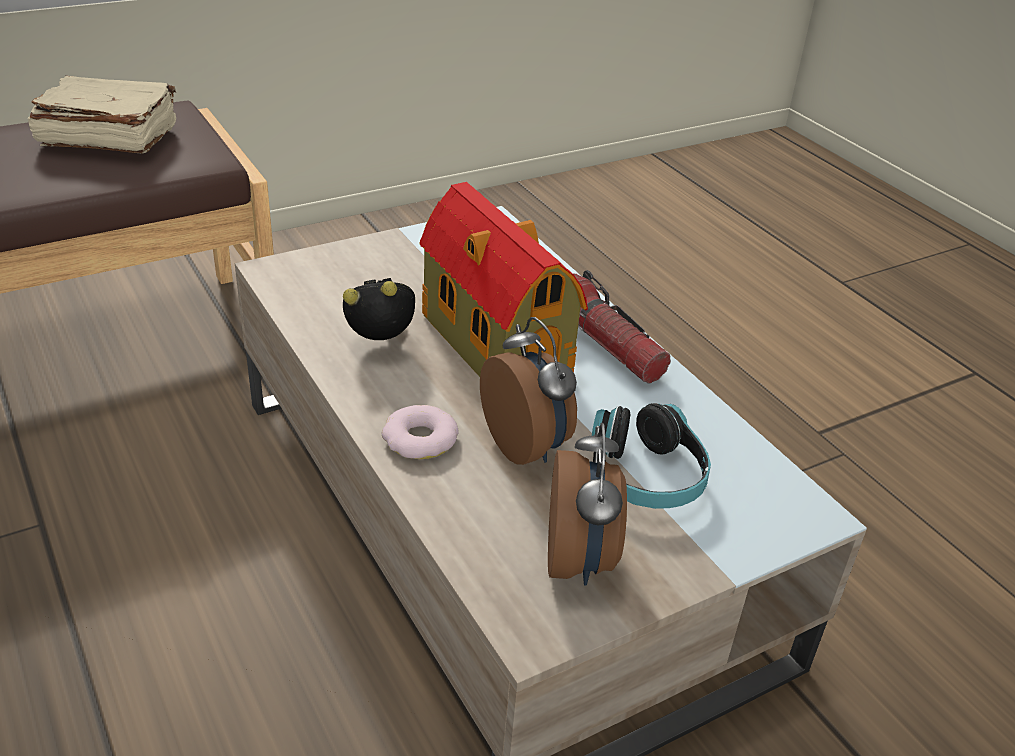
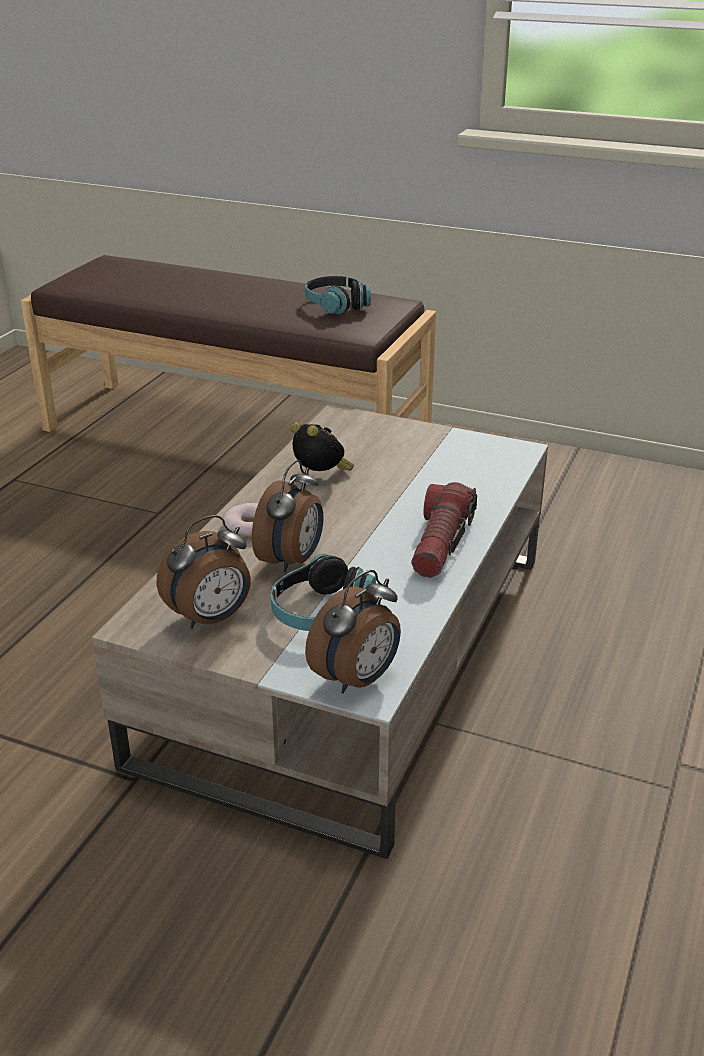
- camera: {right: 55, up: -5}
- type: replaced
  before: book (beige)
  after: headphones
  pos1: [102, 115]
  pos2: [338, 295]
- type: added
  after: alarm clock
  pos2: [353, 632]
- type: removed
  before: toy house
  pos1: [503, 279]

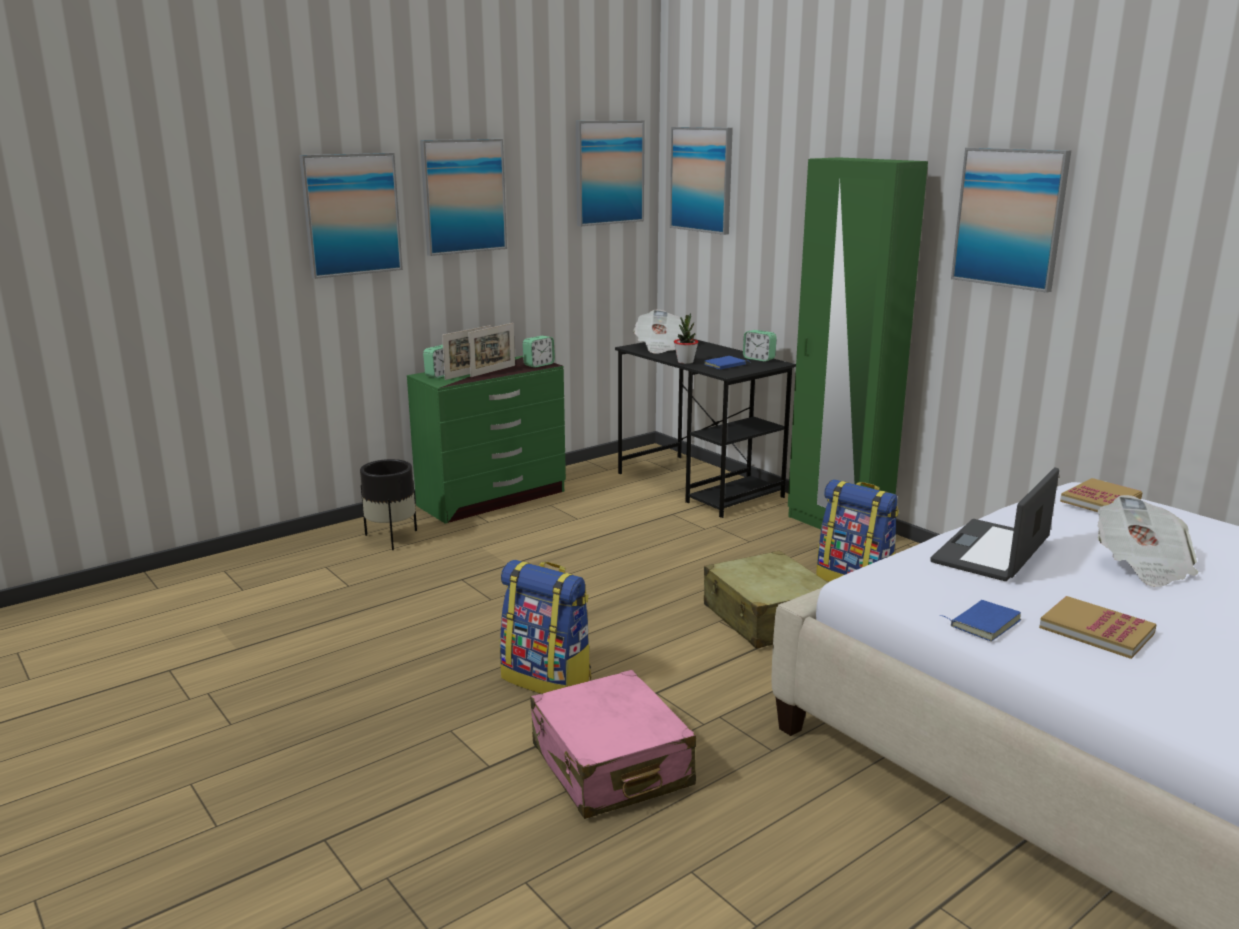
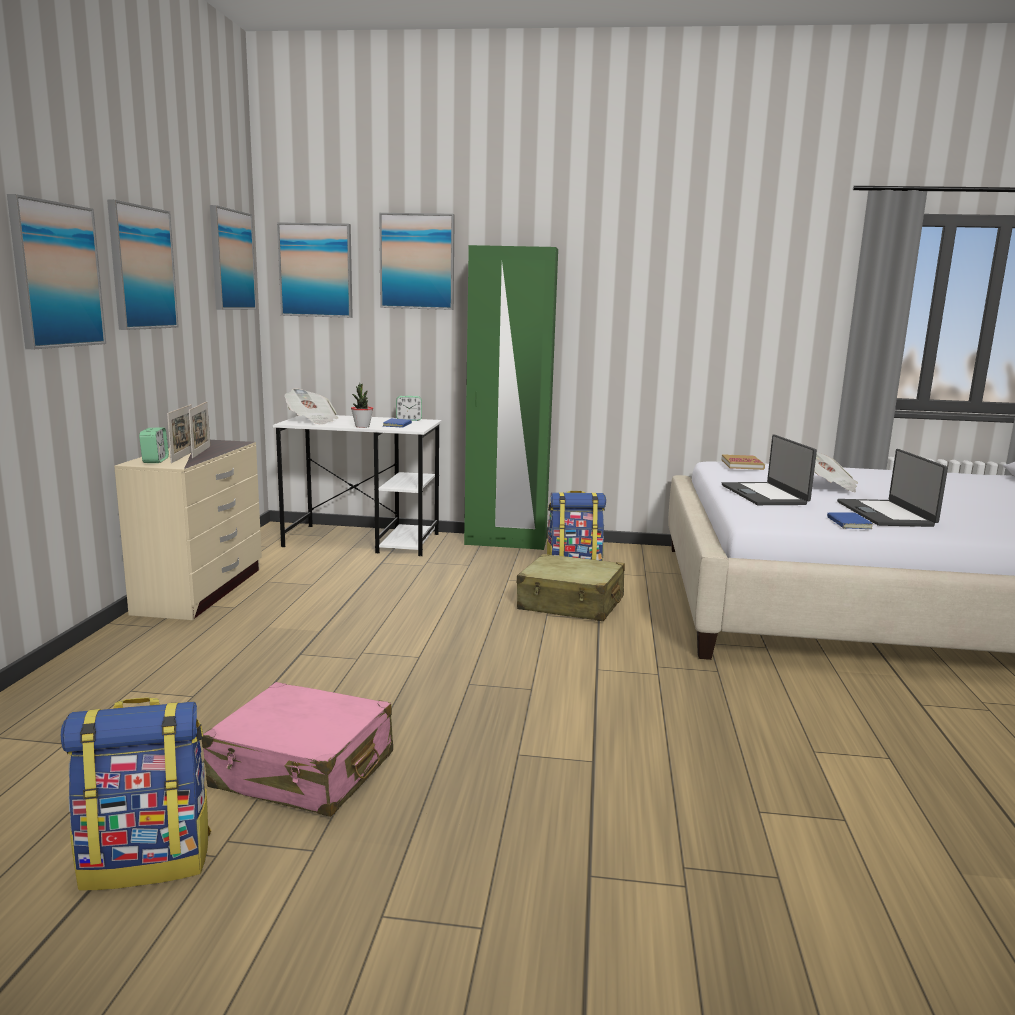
- camera: {right: -45, up: -5}
- type: moved
  before: backpack
  pos1: [545, 627]
  pos2: [136, 793]
- type: recoloured
  before: dresser (green)
  after: dresser (beige)
  pos1: [486, 440]
  pos2: [188, 530]
- type: moved
  before: suitcase (pink)
  pos1: [613, 744]
  pos2: [297, 749]
- type: recoloured
  before: desk (black)
  after: desk (white)
  pos1: [705, 428]
  pos2: [357, 485]
- type: moved
  before: picture
  pos1: [1011, 220]
  pos2: [417, 261]
- type: replaced
  before: book
  after: laptop
  pos1: [1097, 627]
  pos2: [892, 488]
- type: removed
  before: planter (black)
  pos1: [388, 504]
- type: removed
  before: alarm clock
  pos1: [539, 352]

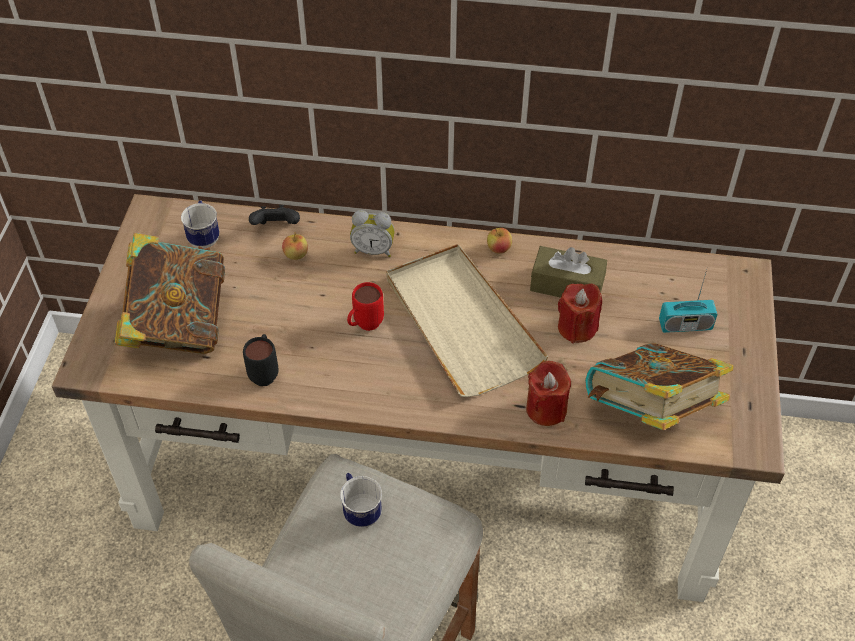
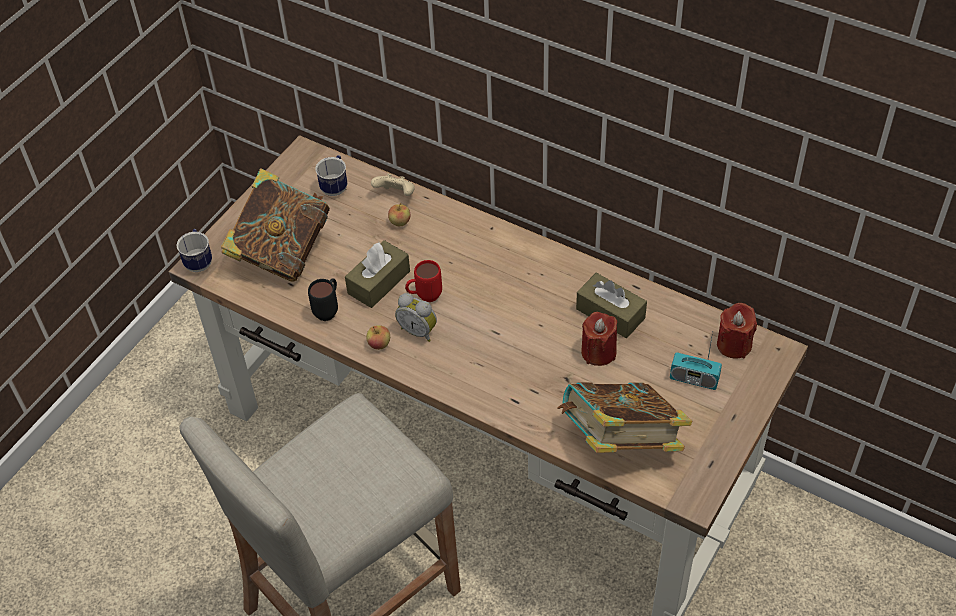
- camera: {right: 25, up: 0}
- type: moved
  before: mug
  pos1: [361, 500]
  pos2: [194, 250]
- type: added
  after: tissue box (brown)
  pos2: [377, 274]
- type: moved
  before: apple
  pos1: [499, 241]
  pos2: [378, 337]
- type: recoloured
  before: game controller (black)
  after: game controller (beige)
  pos1: [274, 215]
  pos2: [393, 185]
- type: moved
  before: alarm clock
  pos1: [372, 233]
  pos2: [416, 317]
- type: moved
  before: candle (red)
  pos1: [548, 393]
  pos2: [737, 330]
- type: removed
  before: tray (beige)
  pos1: [467, 320]

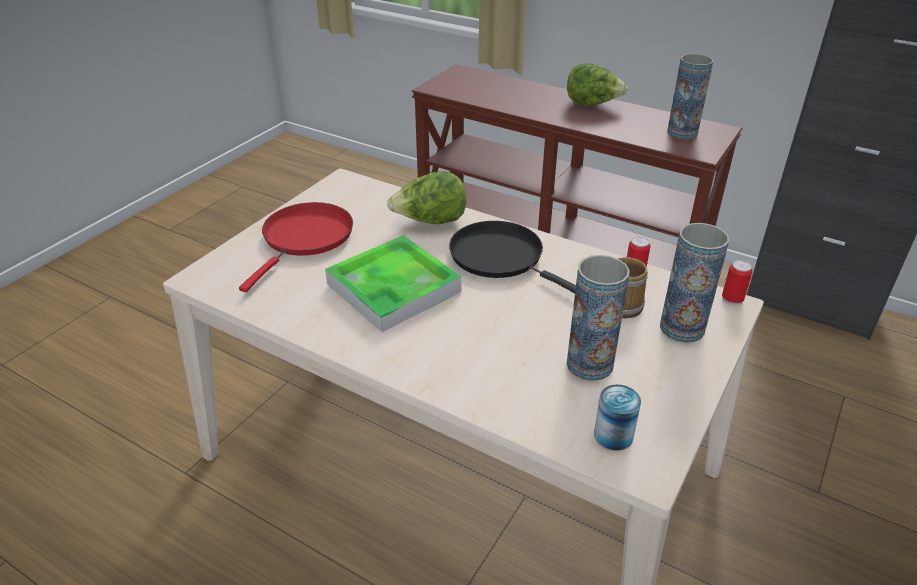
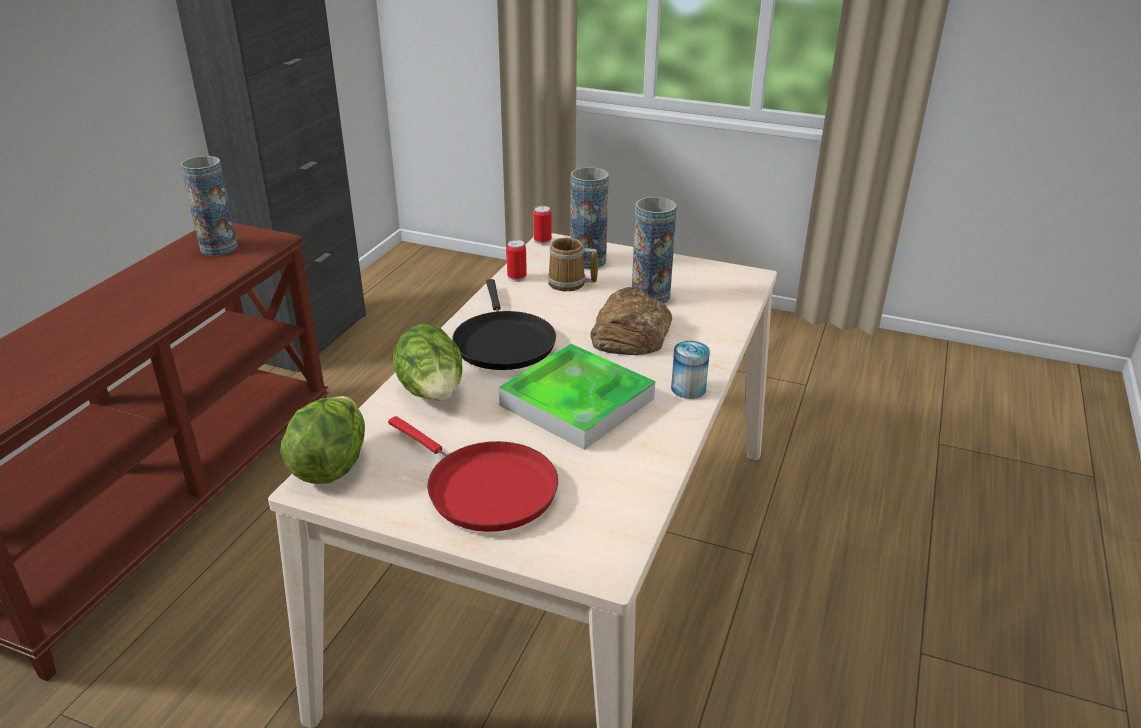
- camera: {right: -100, up: -5}
- type: moved
  before: lettuce
  pos1: [597, 84]
  pos2: [322, 440]
- type: turned
  before: frying pan (red)
  pos1: [296, 247]
  pos2: [473, 474]
  turn: -150
- type: turned
  before: frying pan (black)
  pos1: [512, 257]
  pos2: [504, 324]
  turn: -45
- type: added
  after: bread
  pos2: [631, 321]
- type: moved
  before: can
  pos1: [617, 418]
  pos2: [690, 370]

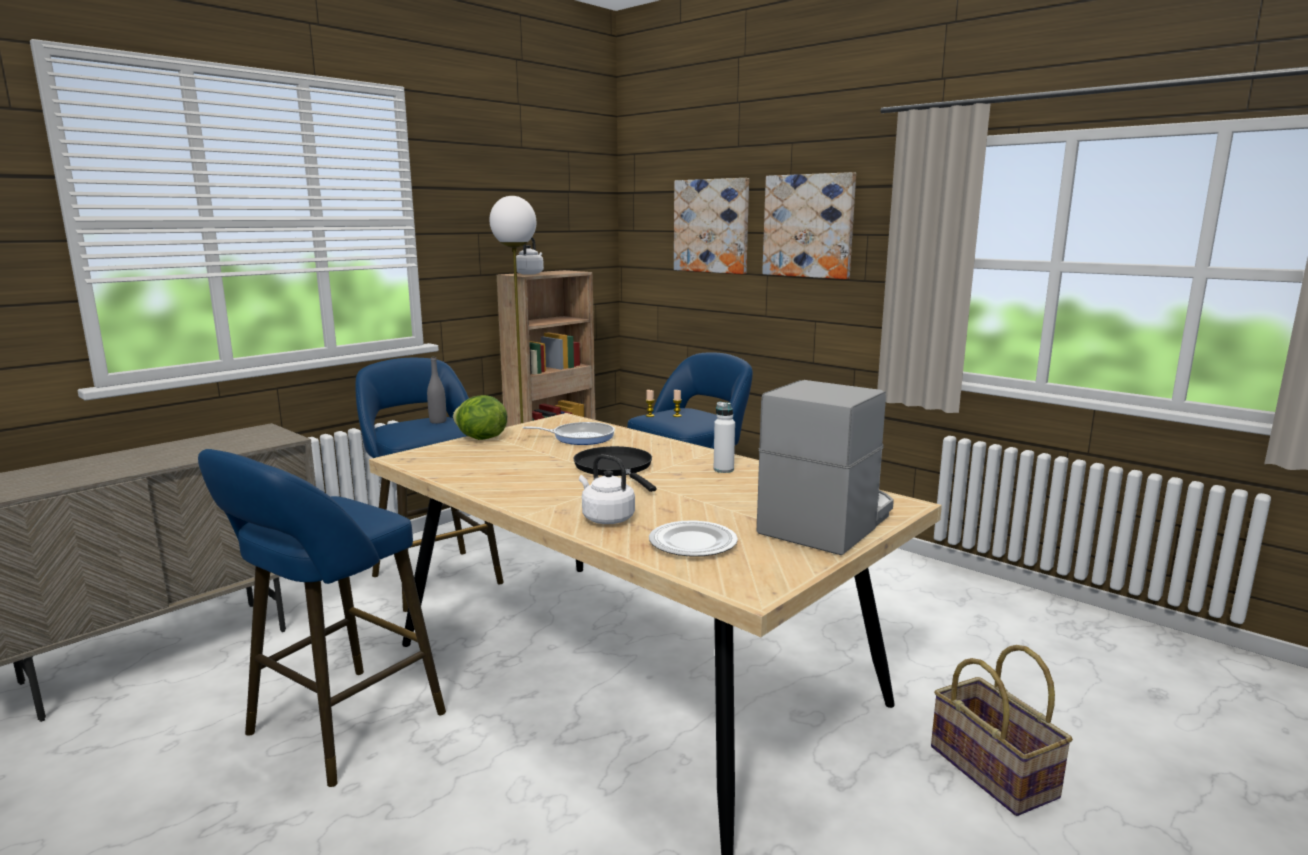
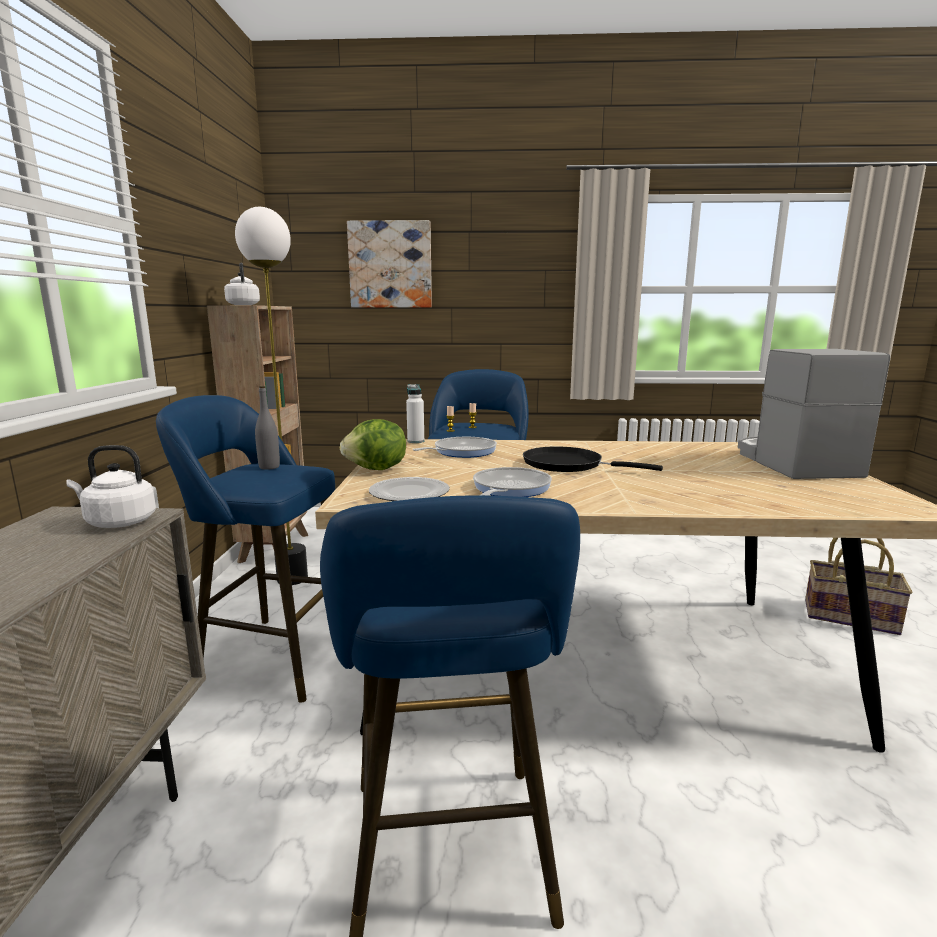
- camera: {right: -40, up: 0}
- type: moved
  before: kettle (white)
  pos1: [607, 489]
  pos2: [111, 486]
- type: moved
  before: plate
  pos1: [693, 539]
  pos2: [409, 489]
- type: moved
  before: bottle (white)
  pos1: [724, 437]
  pos2: [415, 413]
- type: added
  after: frying pan
  pos2: [512, 482]
- type: removed
  before: picture
  pos1: [809, 225]

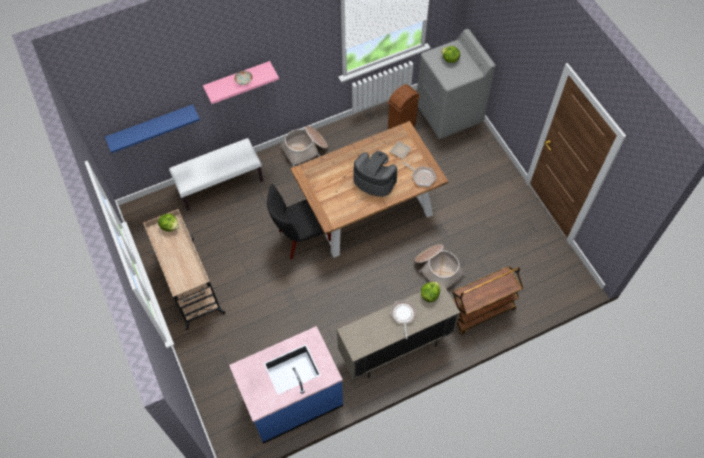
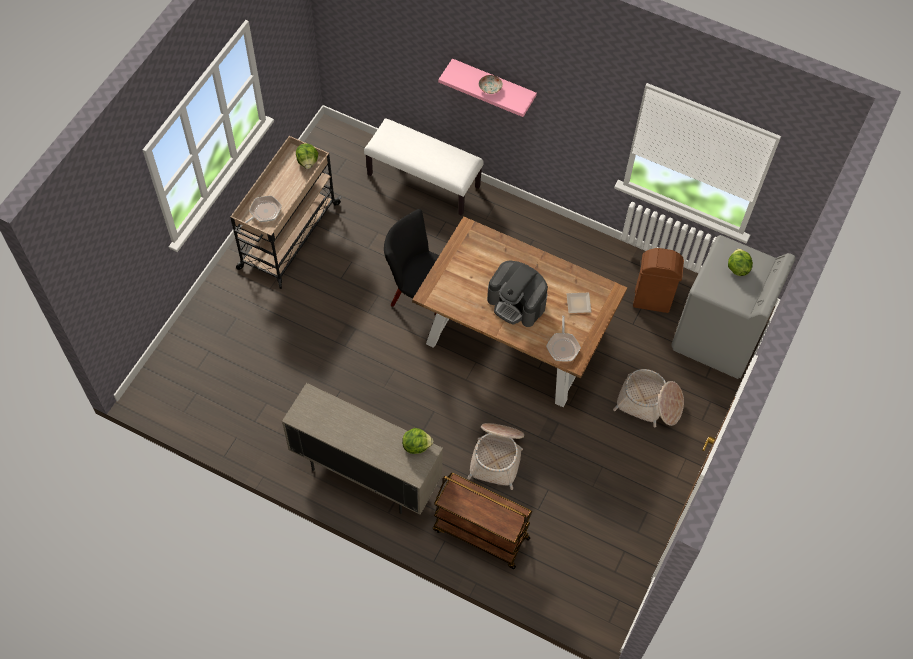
- camera: {right: 50, up: 0}
- type: moved
  before: frying pan
  pos1: [403, 319]
  pos2: [260, 212]
- type: turned
  before: coffee machine
  pos1: [375, 174]
  pos2: [517, 294]
  turn: 135
- type: moved
  before: basket
  pos1: [304, 146]
  pos2: [648, 398]
- type: removed
  before: shelf (blue)
  pos1: [152, 128]
- type: removed
  before: counter (blue)
  pos1: [286, 385]

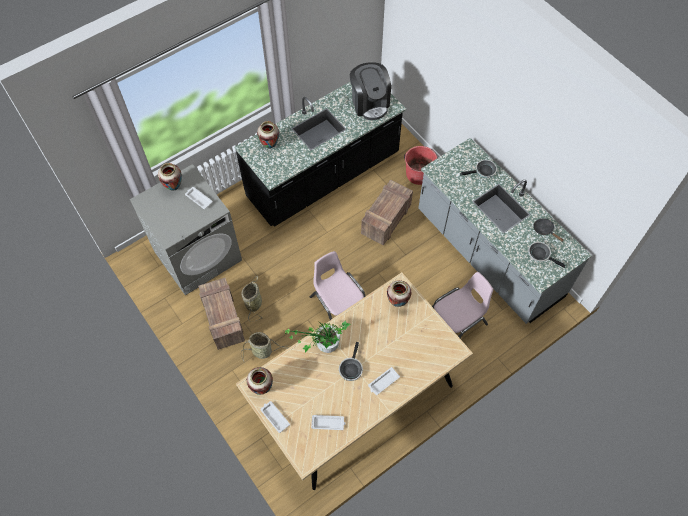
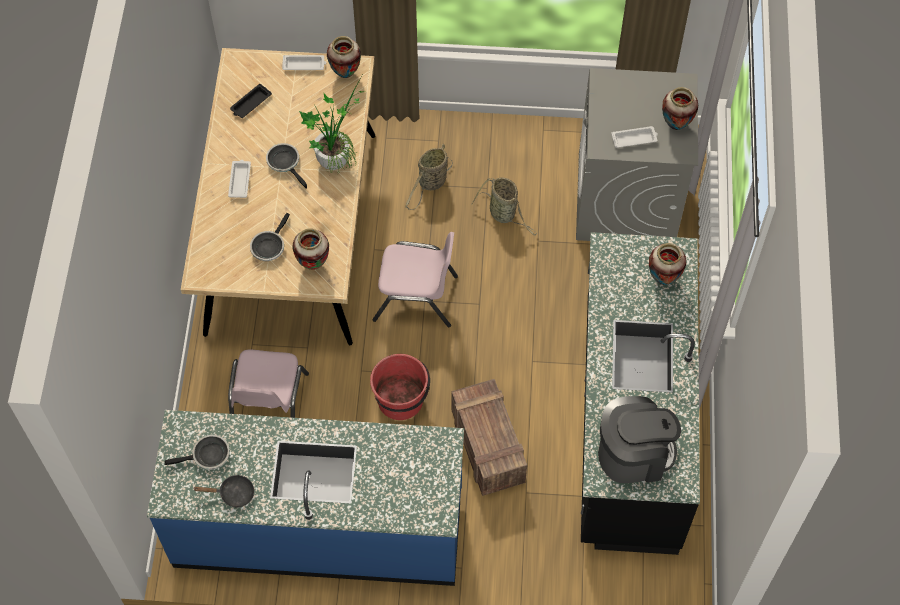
- camera: {right: 130, up: 0}
- type: recoloured
  before: counter (grey)
  after: counter (blue)
  pos1: [505, 231]
  pos2: [305, 498]
- type: recoloured
  before: tray (white)
  after: tray (black)
  pos1: [328, 422]
  pos2: [251, 101]
- type: moved
  before: frying pan
  pos1: [478, 169]
  pos2: [270, 237]
- type: moved
  before: bucket (red)
  pos1: [421, 165]
  pos2: [400, 387]
- type: turned
  before: coffee machine
  pos1: [370, 91]
  pos2: [639, 439]
  turn: 150
- type: removed
  before: crate
  pos1: [221, 314]

